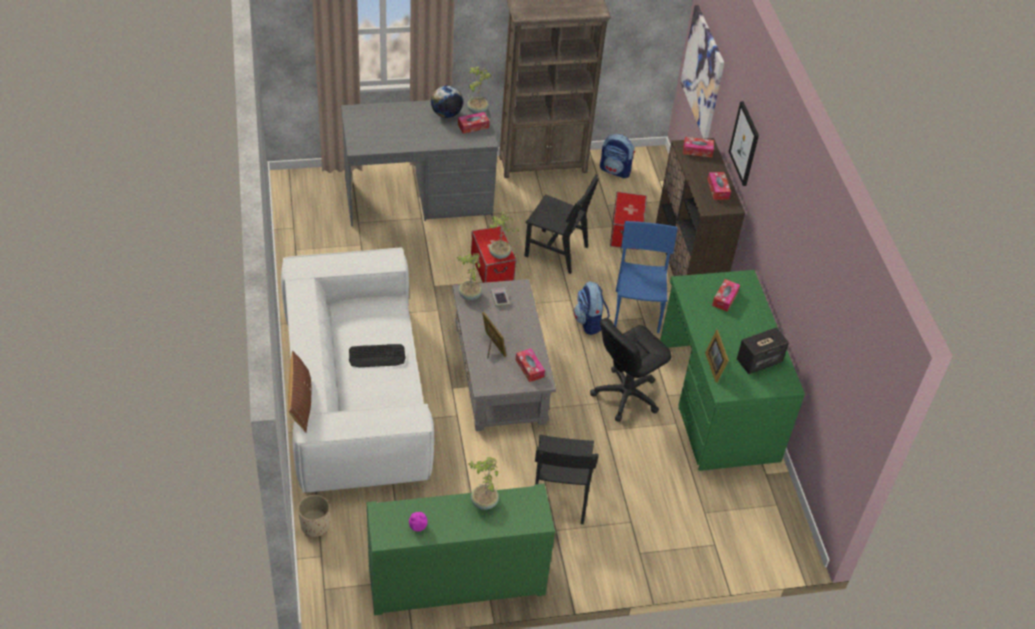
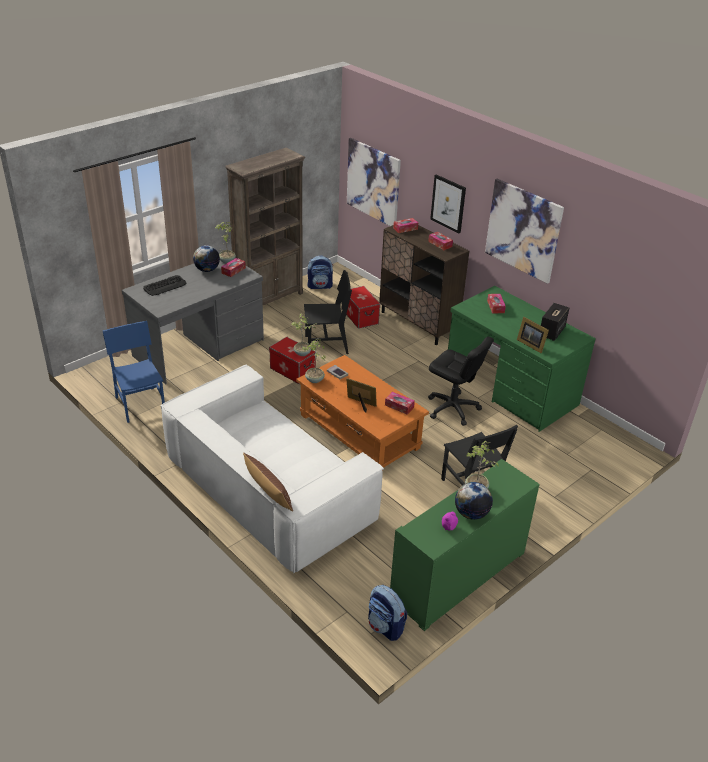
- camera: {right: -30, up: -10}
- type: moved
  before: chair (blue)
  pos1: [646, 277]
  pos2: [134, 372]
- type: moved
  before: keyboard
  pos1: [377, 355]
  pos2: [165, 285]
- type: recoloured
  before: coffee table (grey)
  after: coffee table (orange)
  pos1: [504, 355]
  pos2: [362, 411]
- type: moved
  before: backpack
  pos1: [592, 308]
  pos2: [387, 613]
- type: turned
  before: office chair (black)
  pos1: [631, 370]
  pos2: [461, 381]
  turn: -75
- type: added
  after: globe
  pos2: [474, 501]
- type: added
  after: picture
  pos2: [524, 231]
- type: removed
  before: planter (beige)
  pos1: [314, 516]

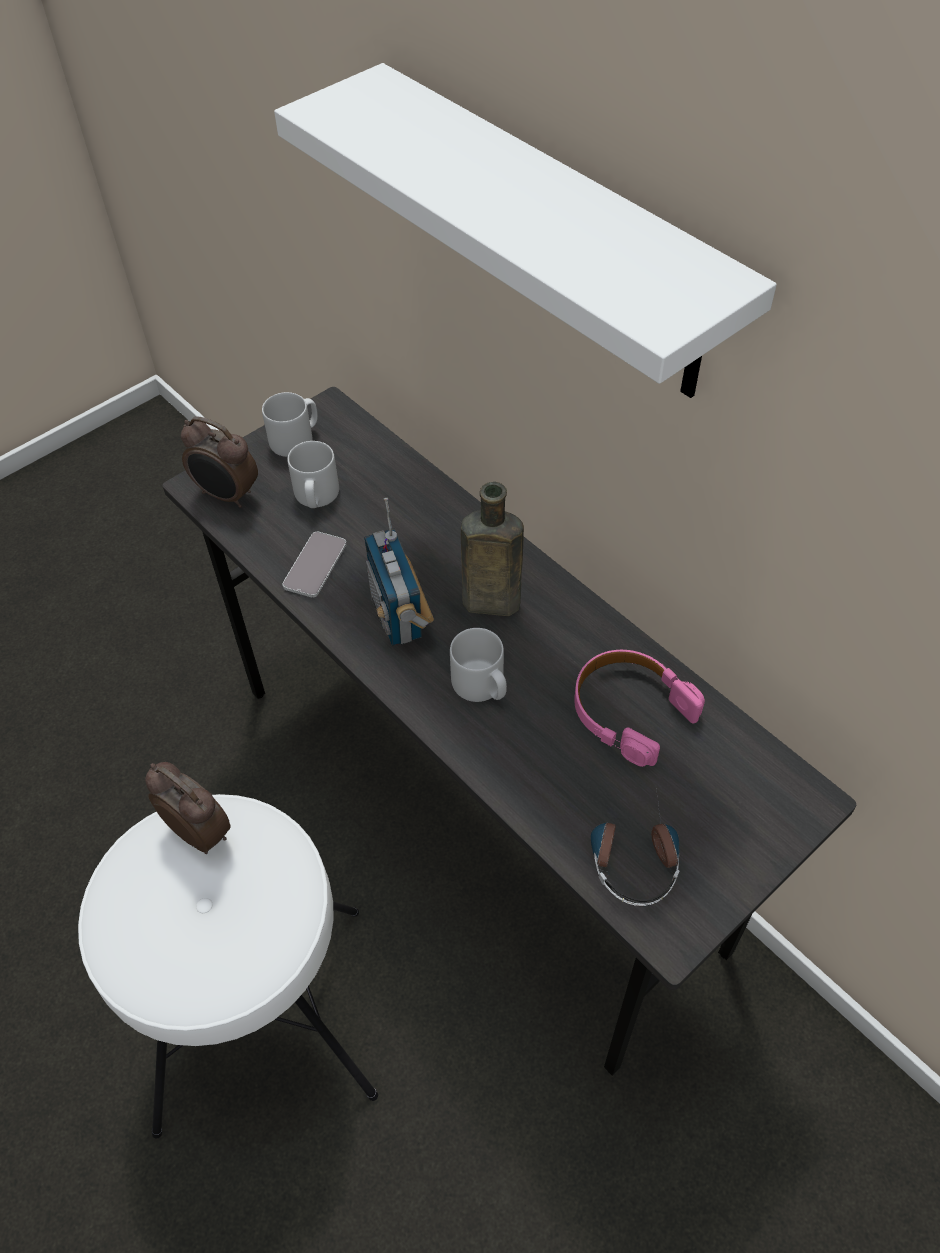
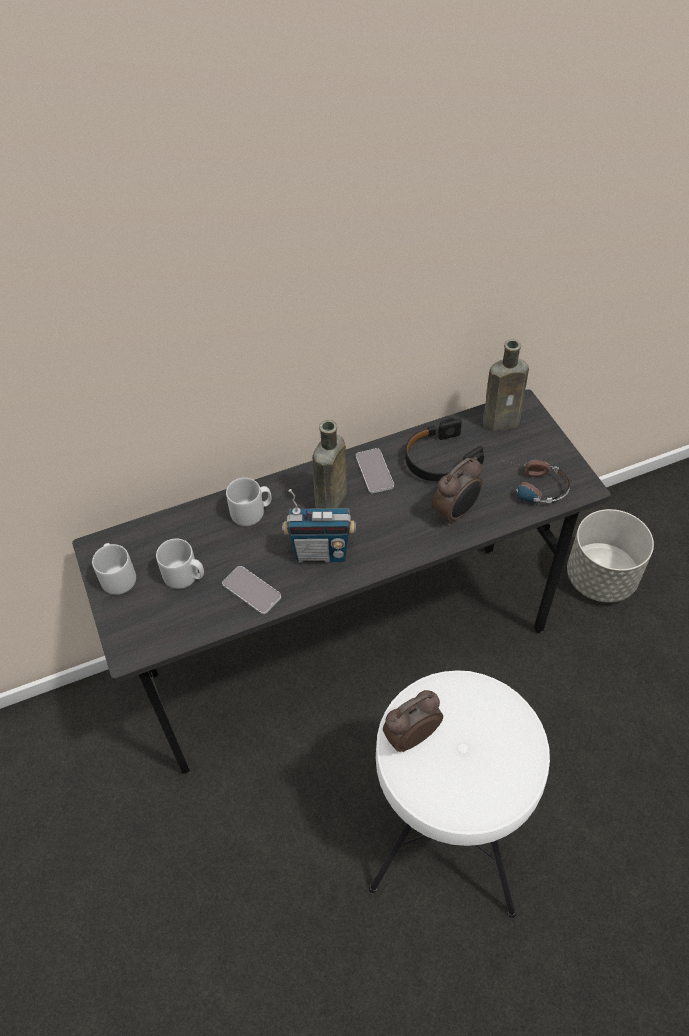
- camera: {right: -70, up: 0}
- type: moved
  before: mug (grey)
  pos1: [478, 665]
  pos2: [248, 502]
- type: added
  after: phone
  pos2: [375, 470]
- type: recoloured
  before: headphones (pink)
  after: headphones (black)
  pos1: [639, 708]
  pos2: [444, 449]
- type: moved
  before: alarm clock
  pos1: [219, 462]
  pos2: [457, 491]
- type: added
  after: bottle (brown)
  pos2: [506, 385]
- type: added
  after: planter (grey)
  pos2: [610, 555]
- type: removed
  before: shelf (white)
  pos1: [525, 230]

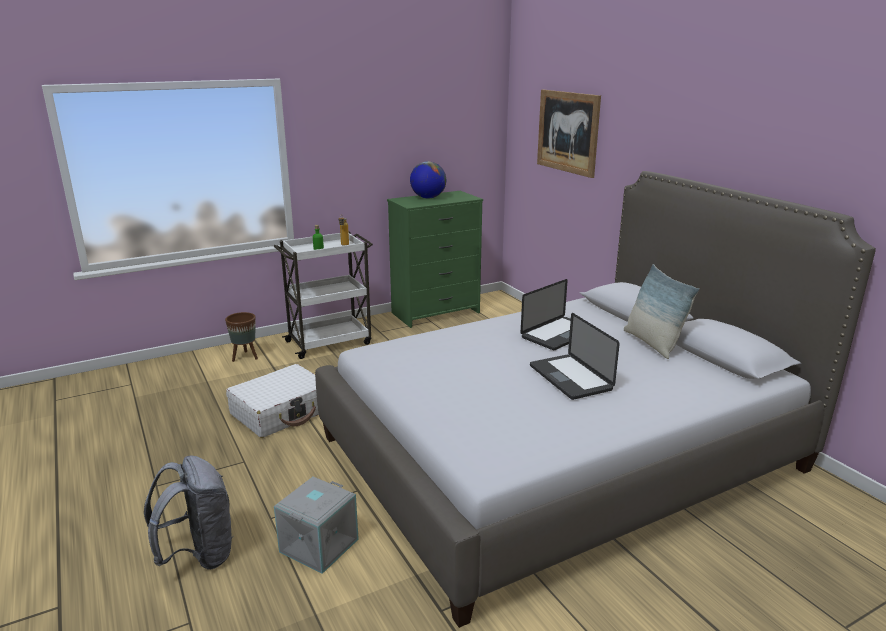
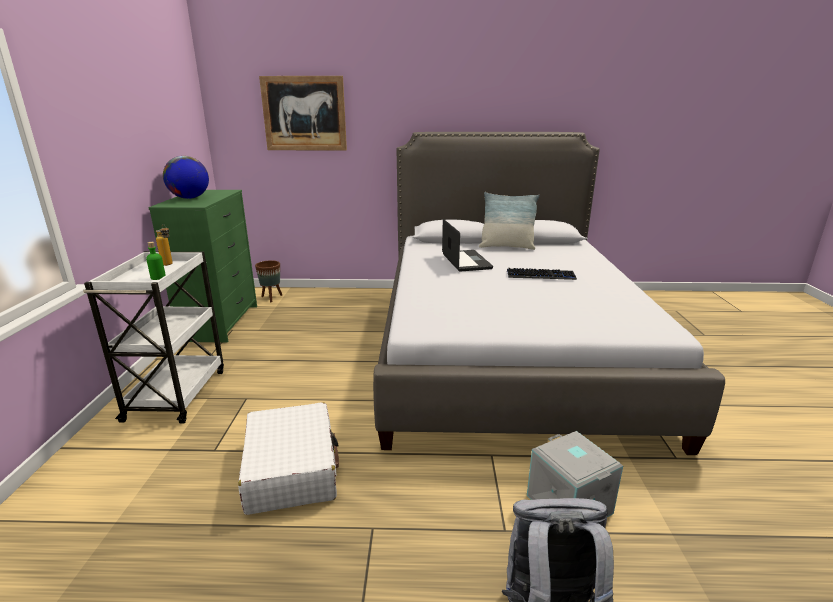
- camera: {right: -60, up: 0}
- type: moved
  before: planter (brown)
  pos1: [241, 337]
  pos2: [268, 281]
- type: replaced
  before: laptop
  after: keyboard
  pos1: [575, 356]
  pos2: [542, 274]

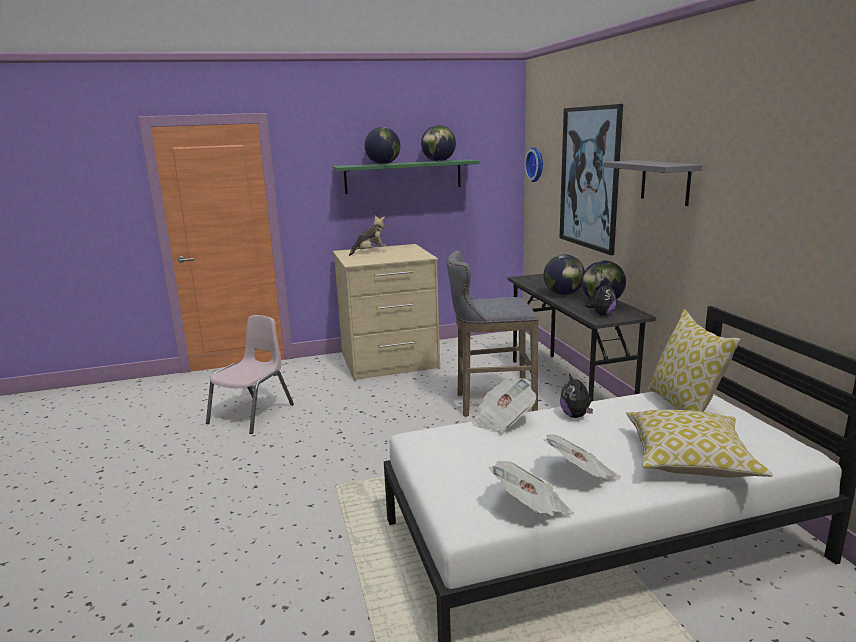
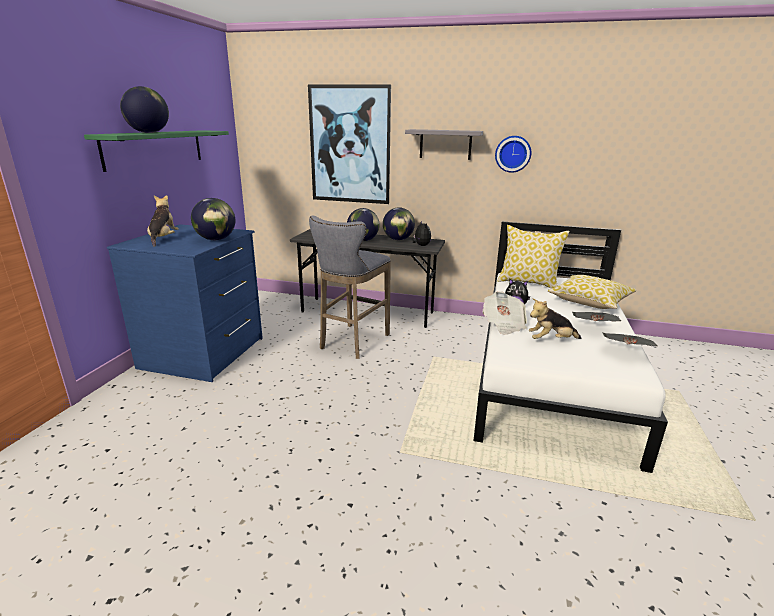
- camera: {right: -60, up: 5}
- type: recoloured
  before: dresser (beige)
  after: dresser (blue)
  pos1: [386, 312]
  pos2: [185, 303]
- type: moved
  before: globe
  pos1: [438, 143]
  pos2: [213, 219]
- type: moved
  before: wall clock
  pos1: [533, 164]
  pos2: [513, 154]
- type: added
  after: plush toy
  pos2: [555, 318]
- type: removed
  before: chair (pink)
  pos1: [250, 374]

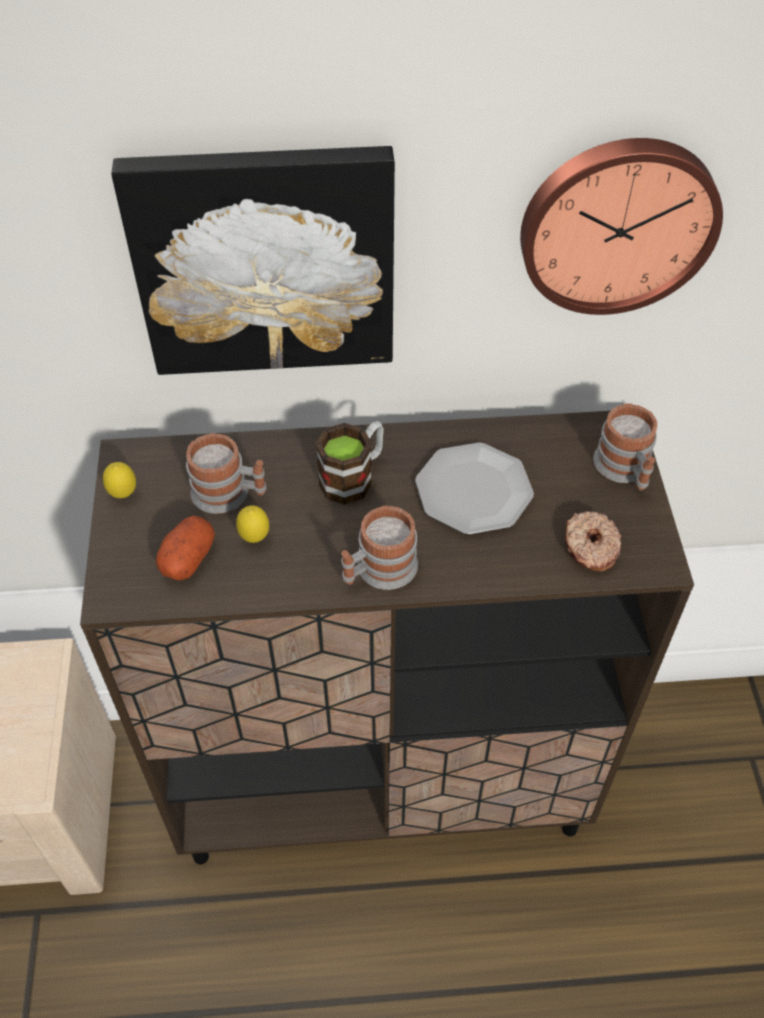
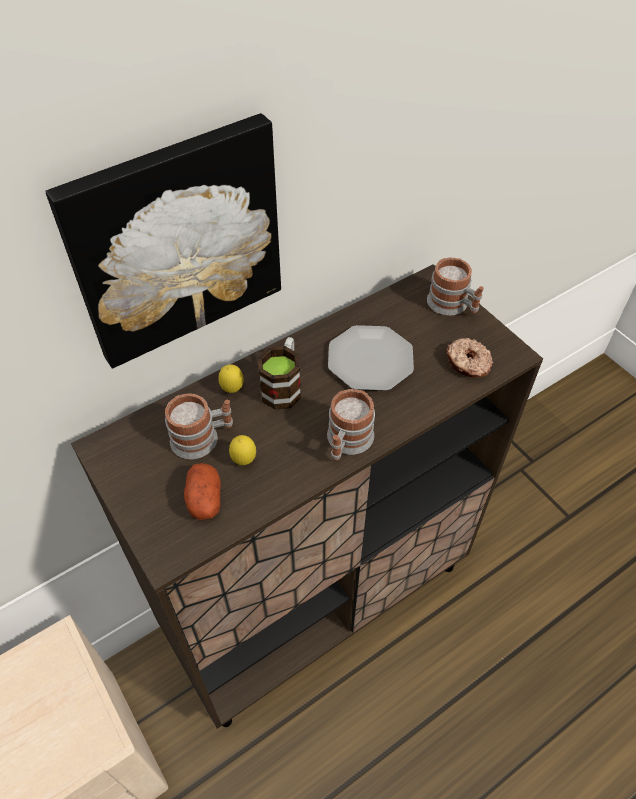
- camera: {right: -30, up: 0}
- type: moved
  before: lemon
  pos1: [119, 480]
  pos2: [231, 378]
- type: removed
  before: wall clock
  pos1: [621, 226]

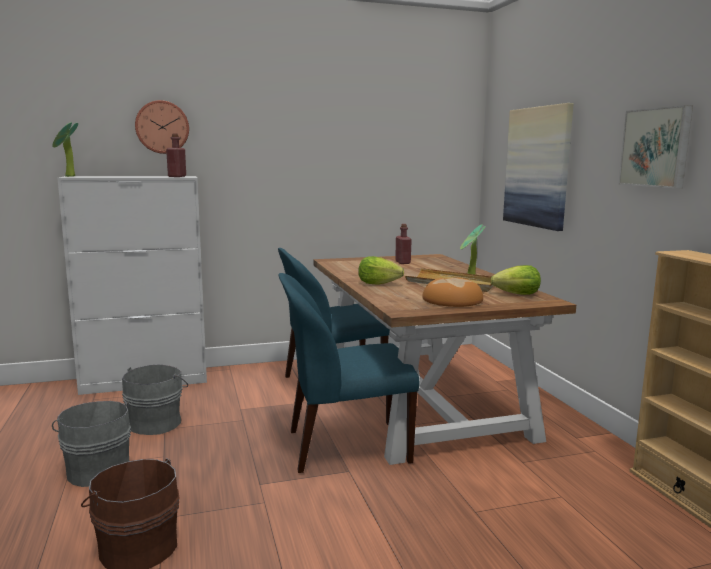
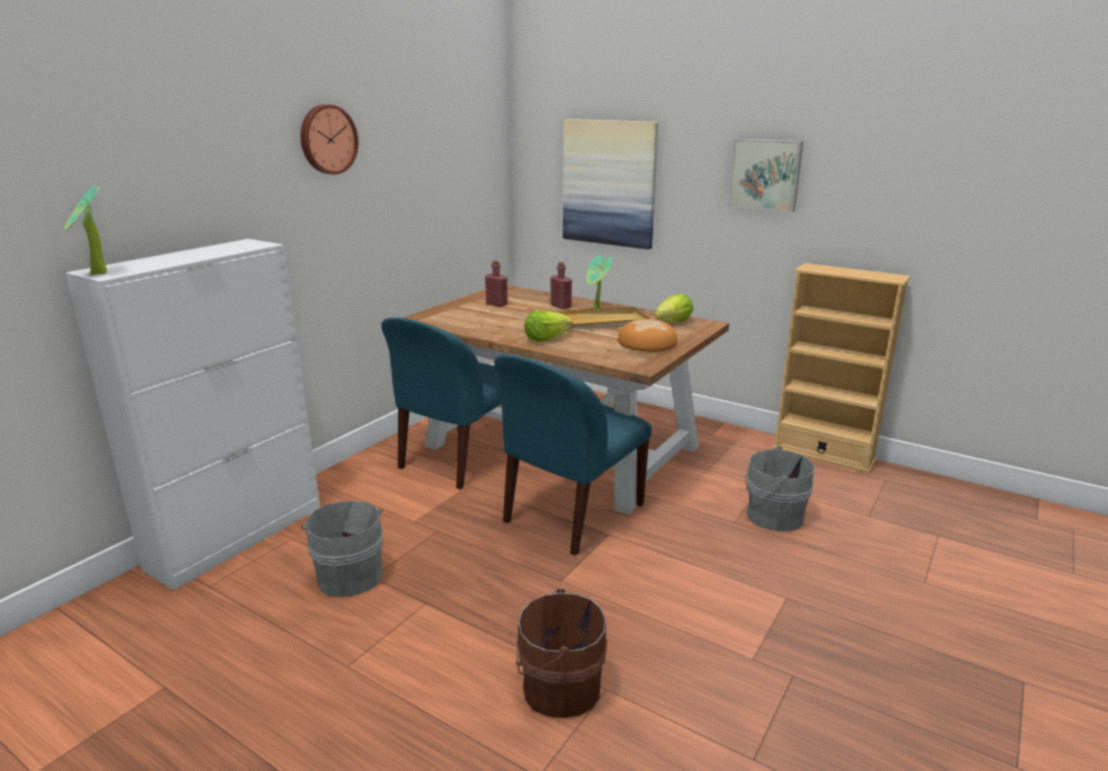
- camera: {right: -40, up: 10}
- type: moved
  before: wall clock
  pos1: [162, 127]
  pos2: [329, 139]
- type: moved
  before: bottle (red)
  pos1: [176, 155]
  pos2: [561, 285]
- type: moved
  before: bucket (grey)
  pos1: [91, 444]
  pos2: [779, 488]

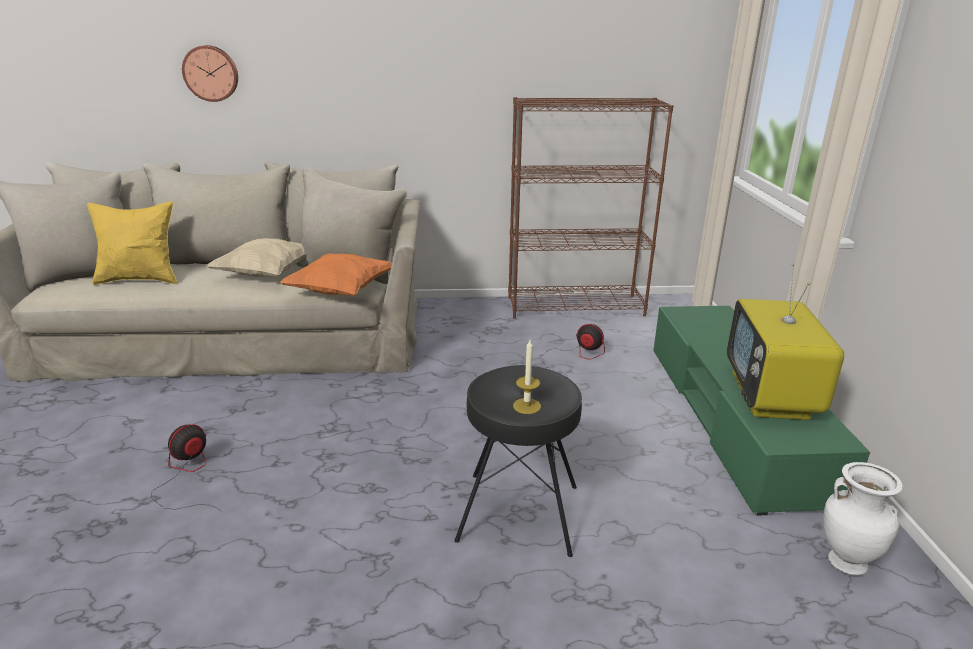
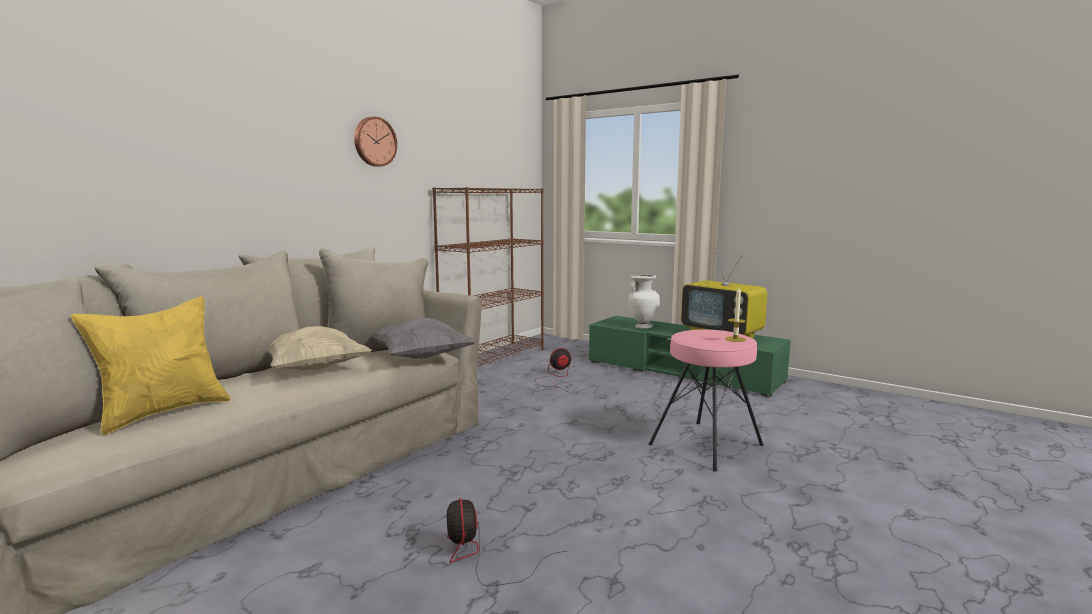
- camera: {right: -50, up: -15}
- type: moved
  before: wall clock
  pos1: [210, 73]
  pos2: [375, 142]
- type: recoloured
  before: pillow (orange)
  after: pillow (grey)
  pos1: [335, 274]
  pos2: [423, 338]
- type: moved
  before: vase (white)
  pos1: [863, 518]
  pos2: [644, 302]
- type: recoloured
  before: stool (black)
  after: stool (pink)
  pos1: [518, 461]
  pos2: [706, 400]

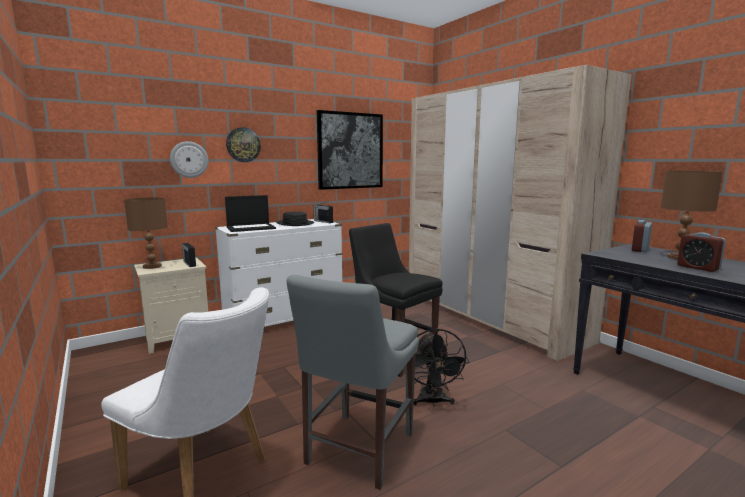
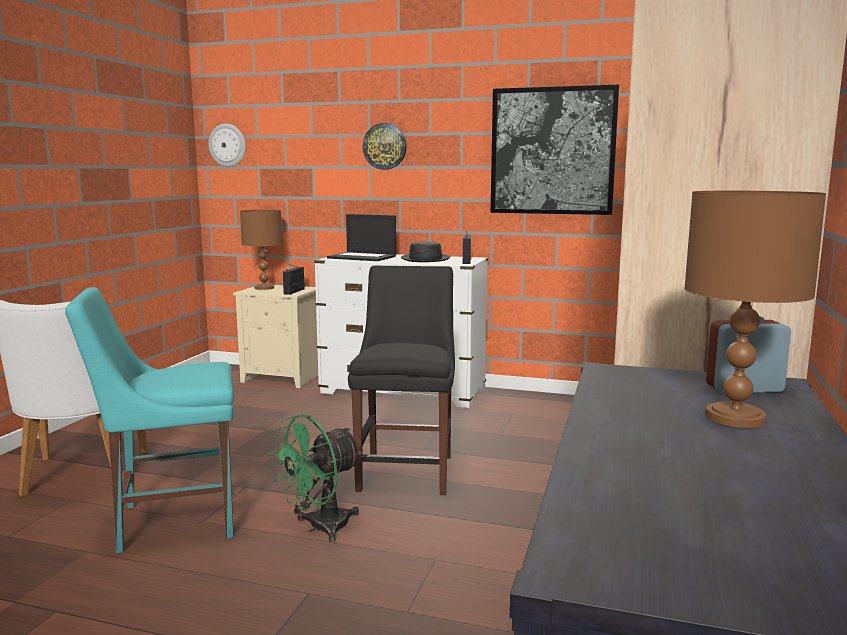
- camera: {right: 50, up: 0}
- type: recoloured
  before: chair (grey)
  after: chair (turquoise)
  pos1: [353, 382]
  pos2: [149, 420]
- type: moved
  before: wall clock
  pos1: [189, 159]
  pos2: [227, 145]
- type: recoloured
  before: fan (black)
  after: fan (green)
  pos1: [441, 367]
  pos2: [315, 478]
- type: removed
  before: alarm clock
  pos1: [701, 252]

